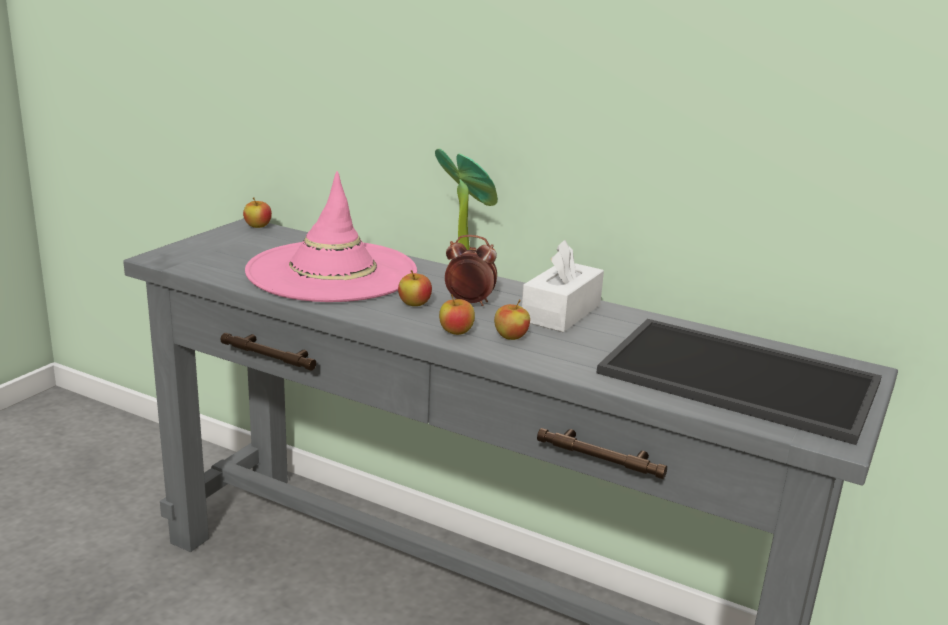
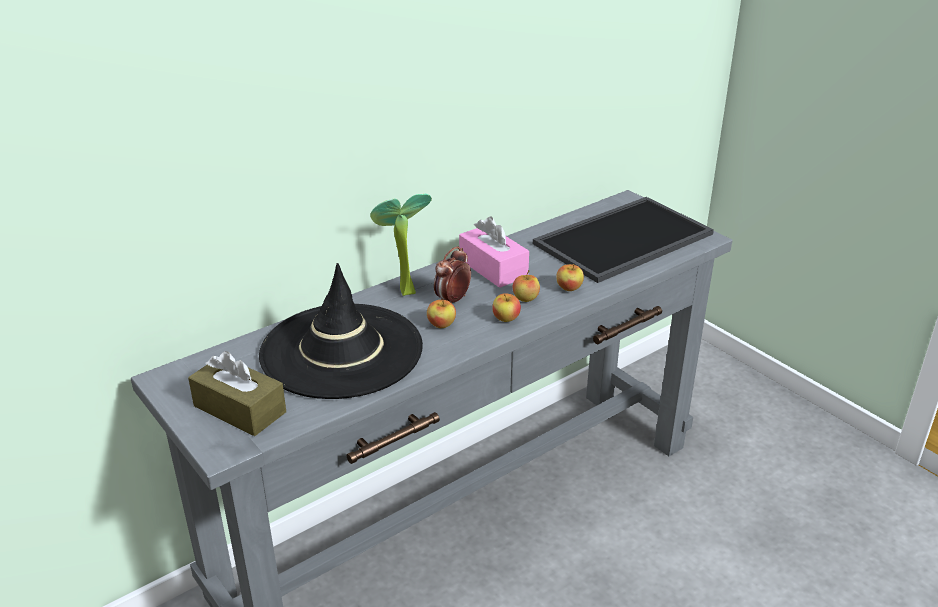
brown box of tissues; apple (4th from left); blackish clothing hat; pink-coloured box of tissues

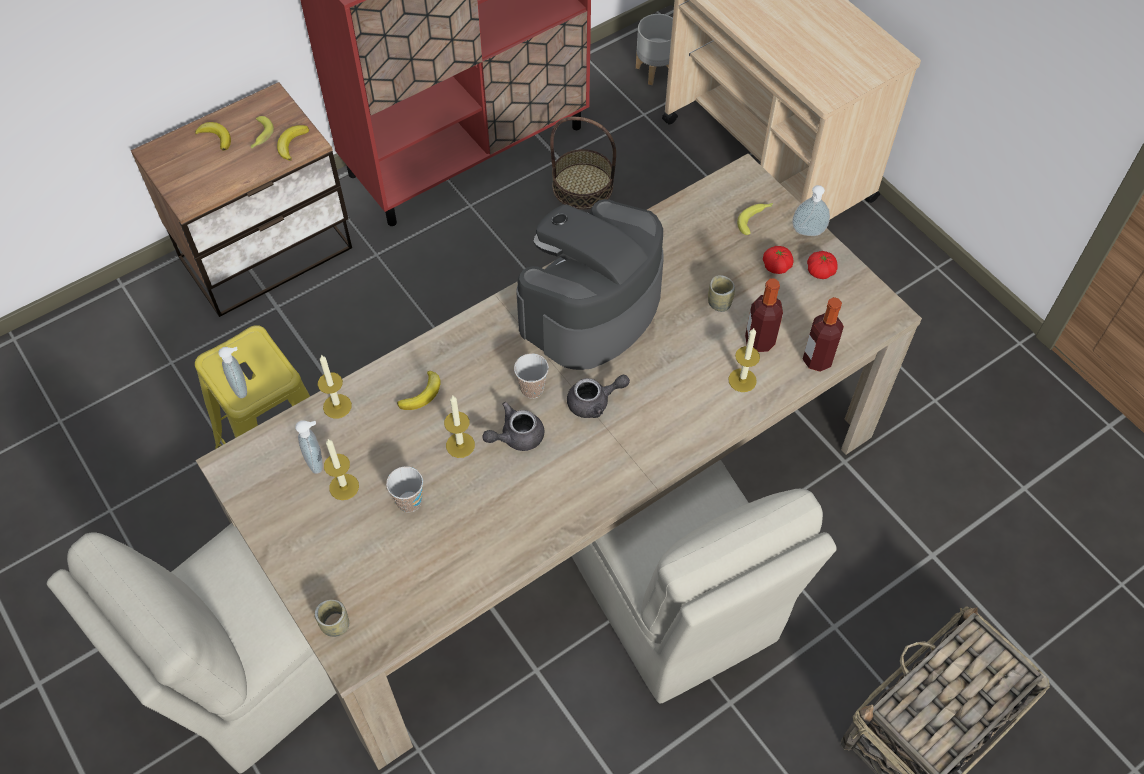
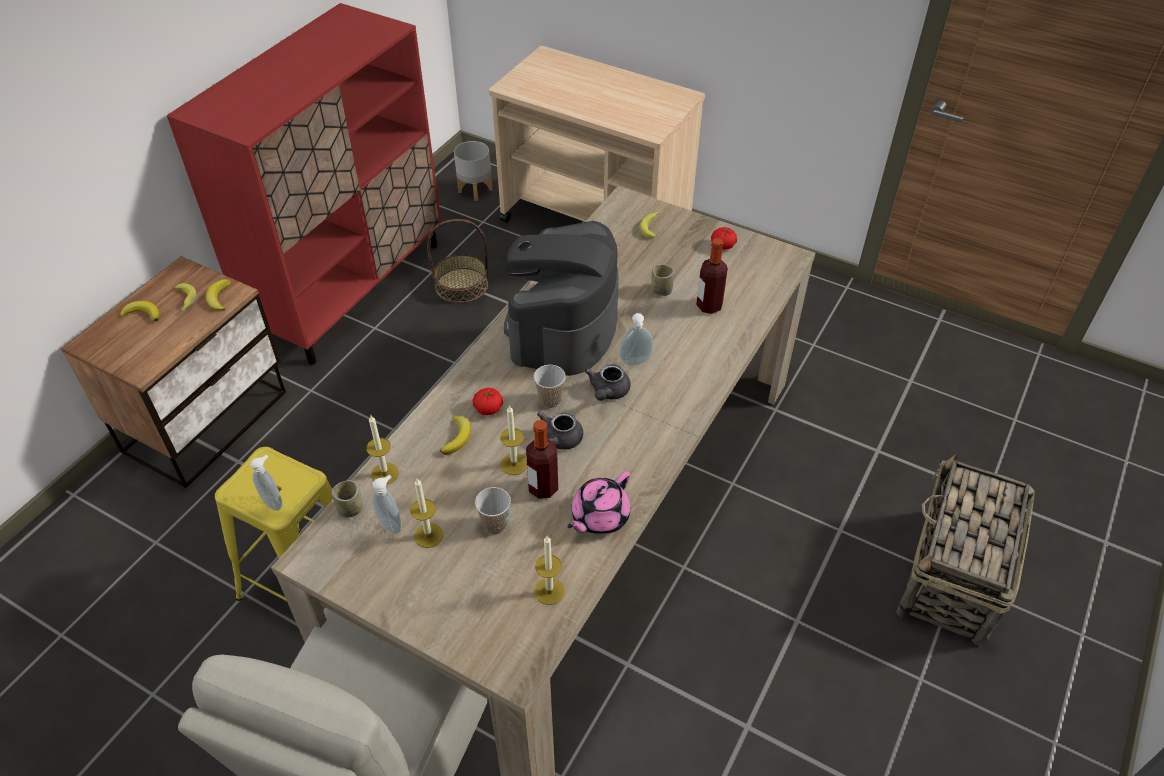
beige chair (2nd from left in the first image); pink-coloured teapot; drinking cup (1st from left); candle (4th from left); whole tomato (1st from left); liquid soap bottle (3rd from left); drink bottle (1st from left); greyish teapot (2nd from left)

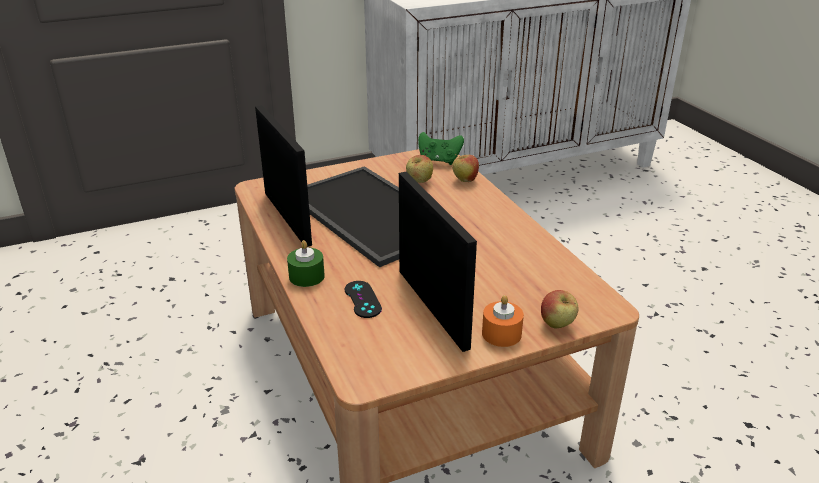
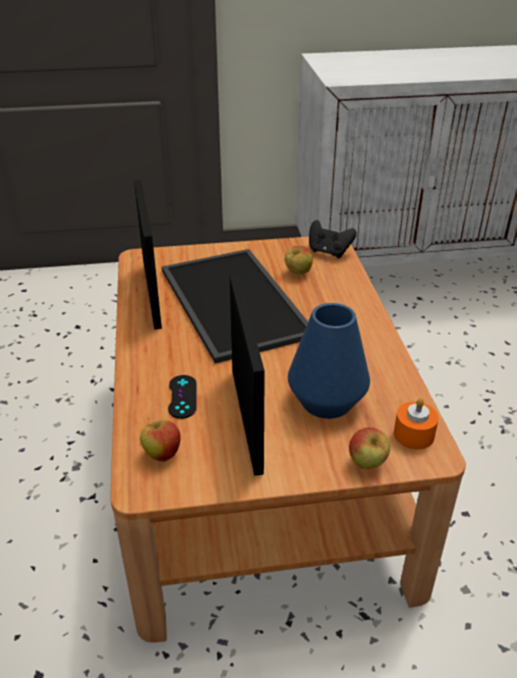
greenish candle; blue-coloured flower vase; apple (1st from left); orange candle; blackish joypad (2nd from left)

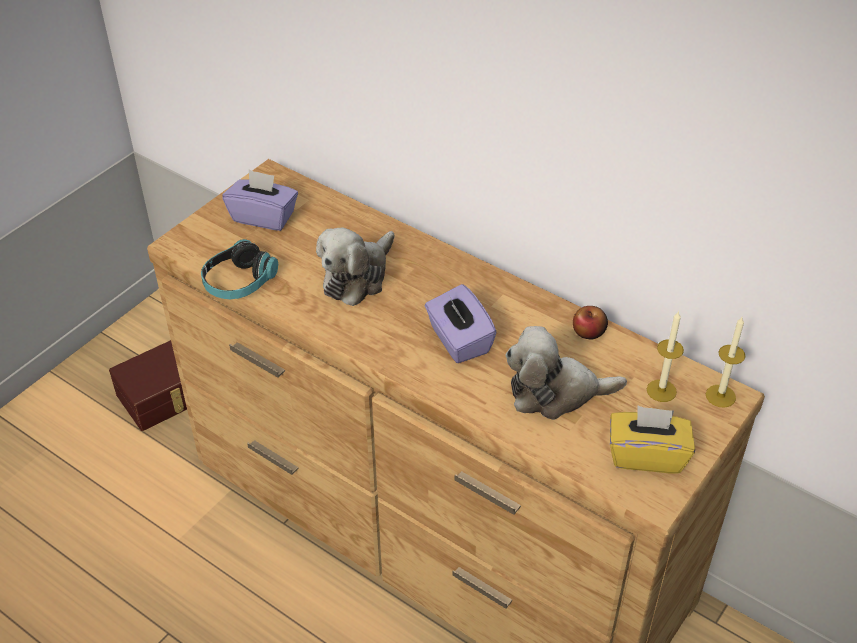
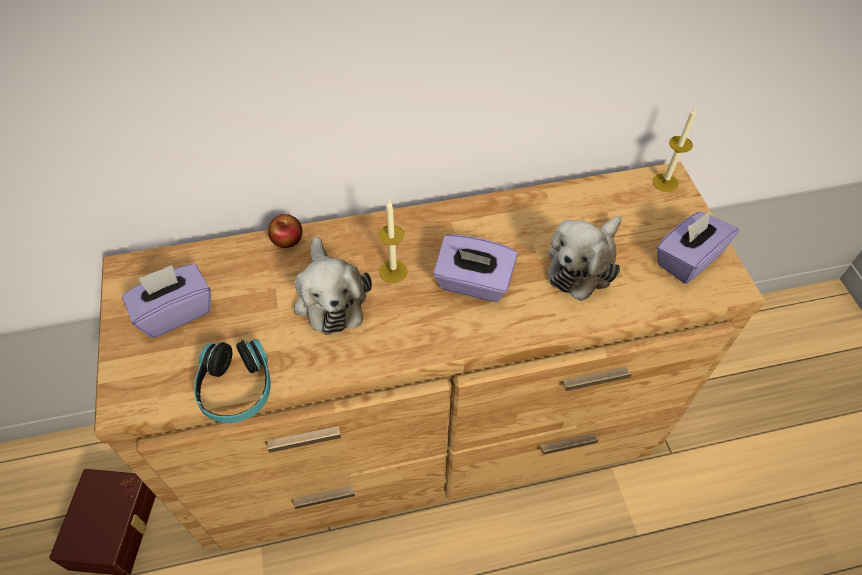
apple; candle (1st from left); purplish box of tissues (3rd from left)

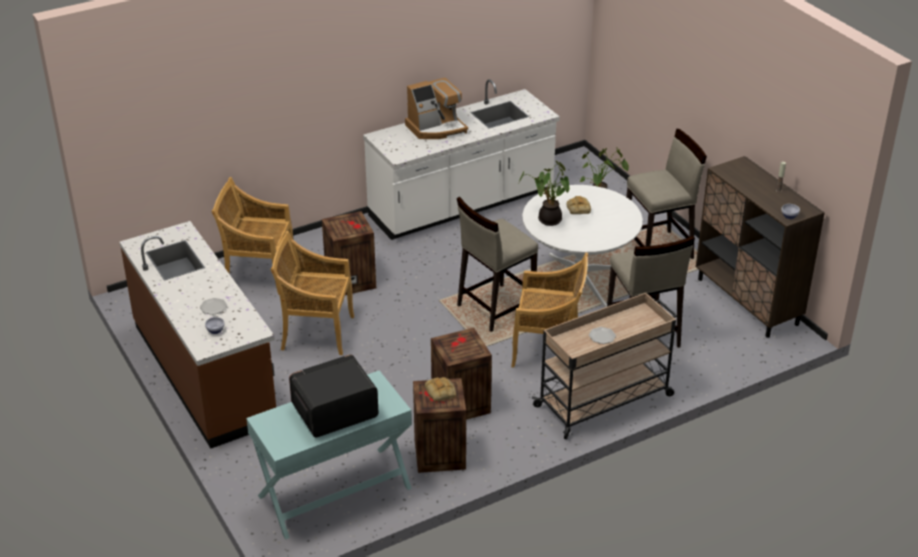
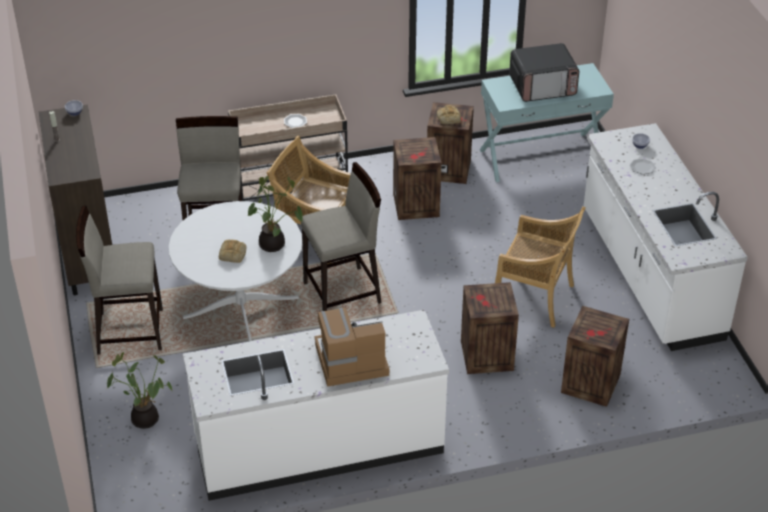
crate (4th from left); whitish counter (2nd from left)

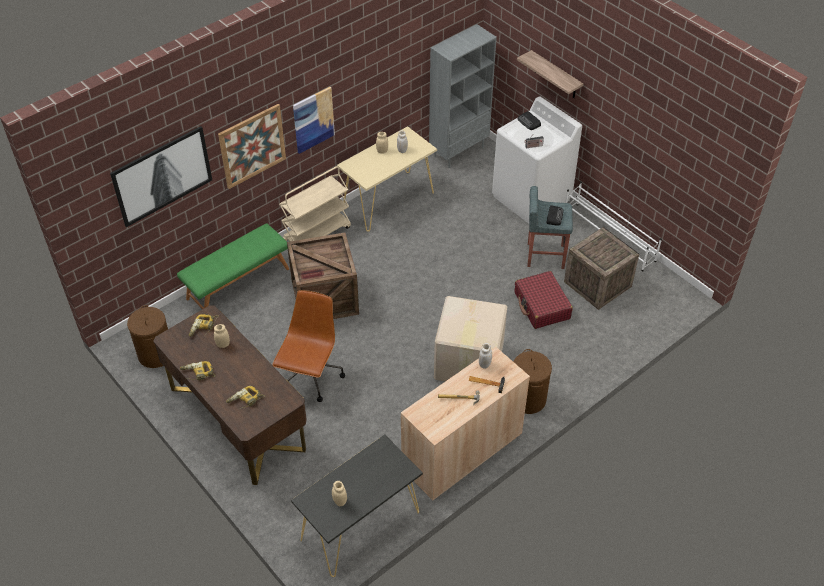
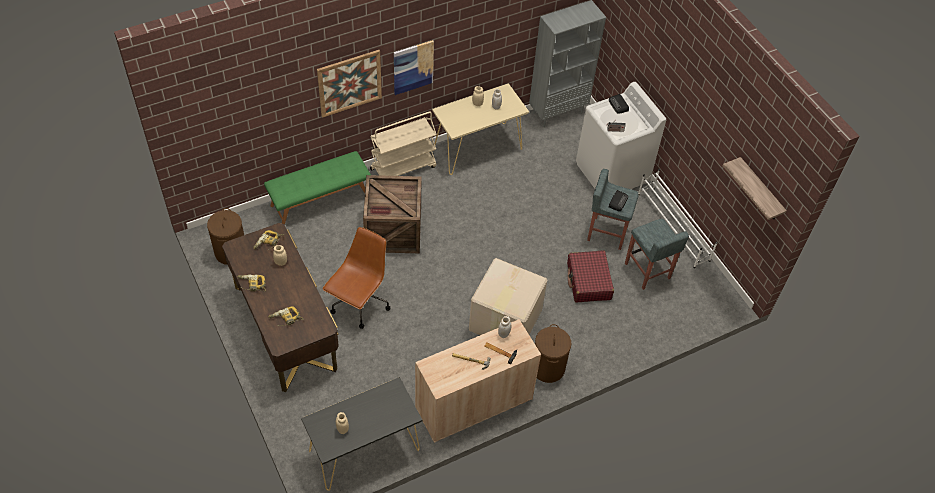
picture (1st from left in the first image); wall shelf; greyish stool (2nd from left)

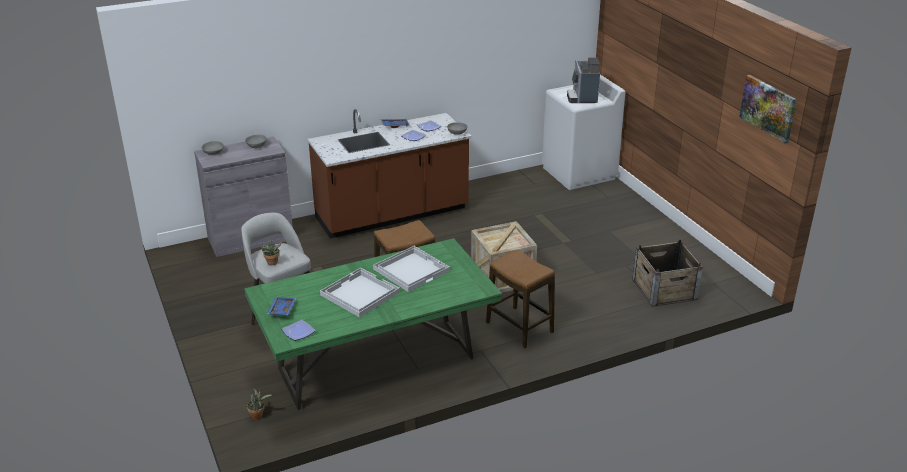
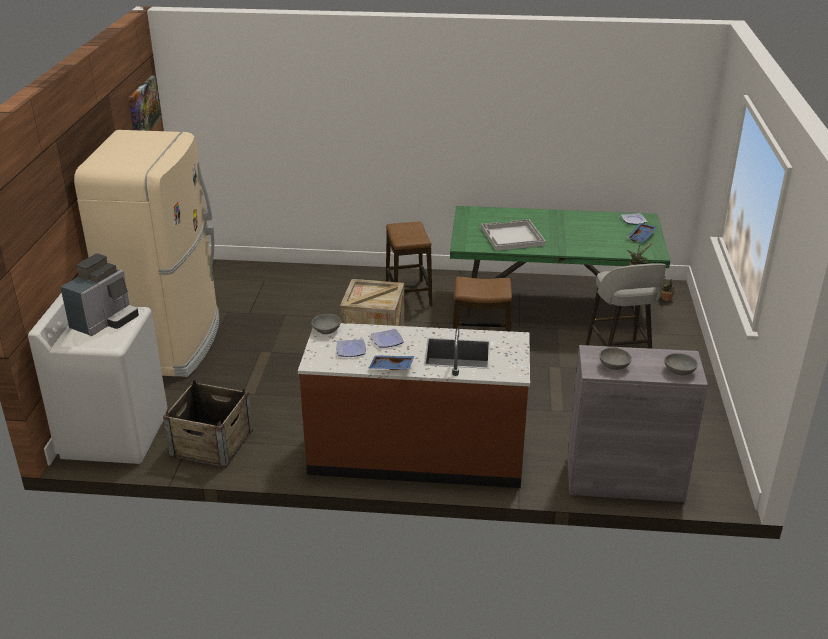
whitish tray (1st from left in the first image); beige fridge; crate (1st from left)

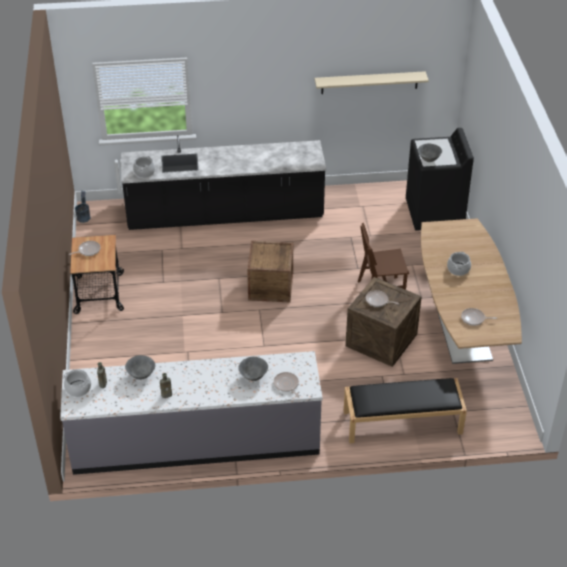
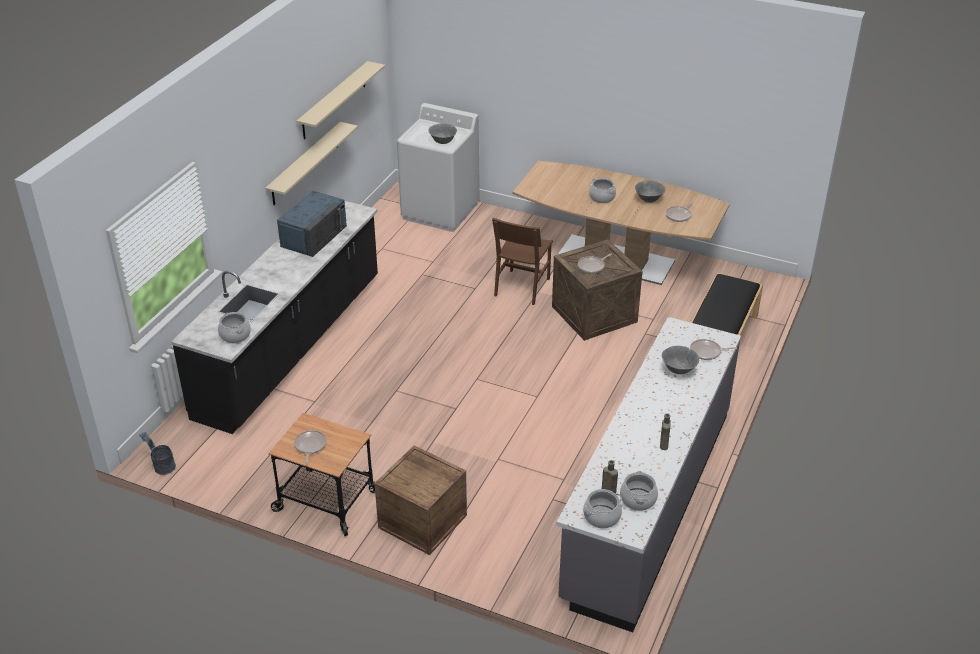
beige wall shelf (1st from left); blue-coloured kitchen microwave; cooking pot (4th from left); greyish deep dish (2nd from left); crate (1st from left); whitish laundry appliance

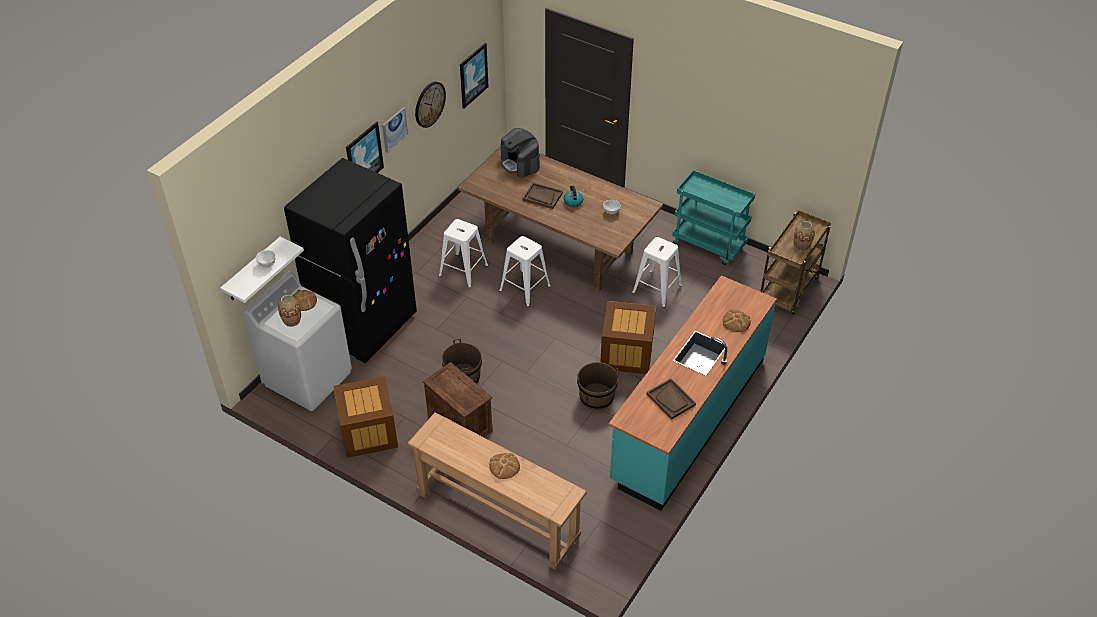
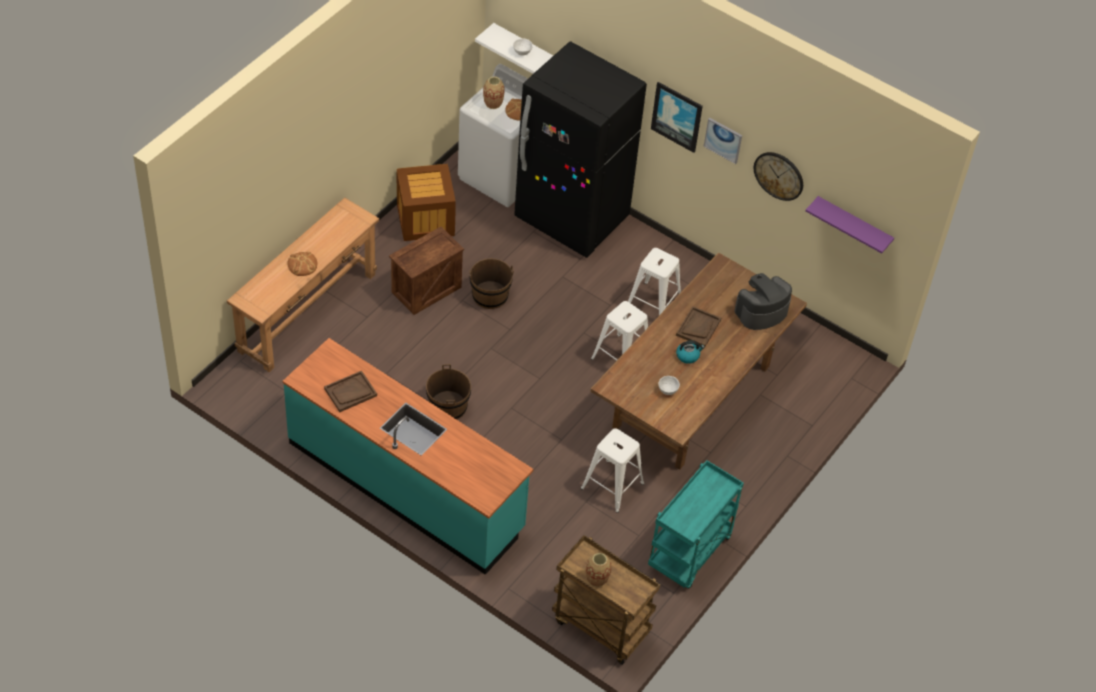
crate (3rd from left in the first image); baked bread (3rd from left in the first image); purplish wall shelf

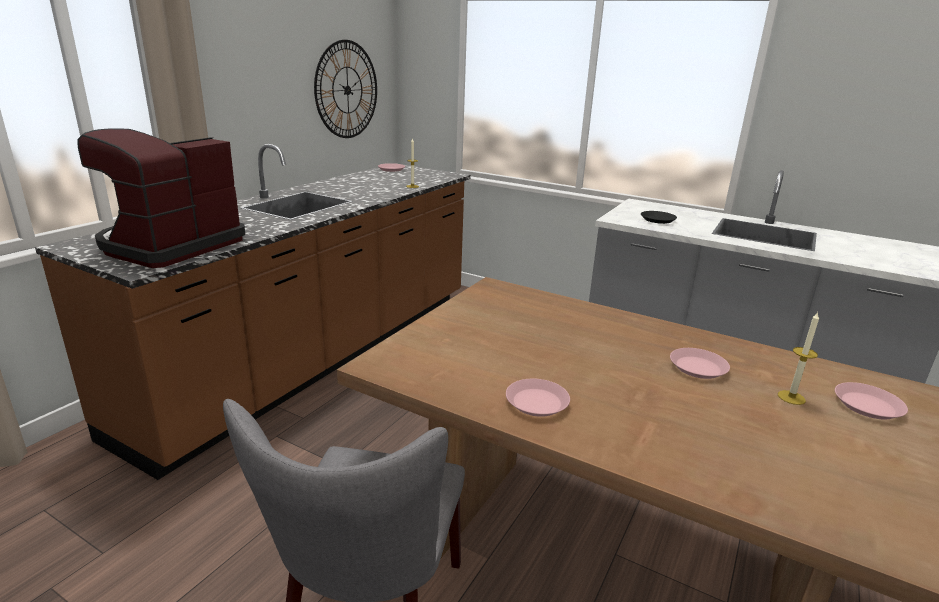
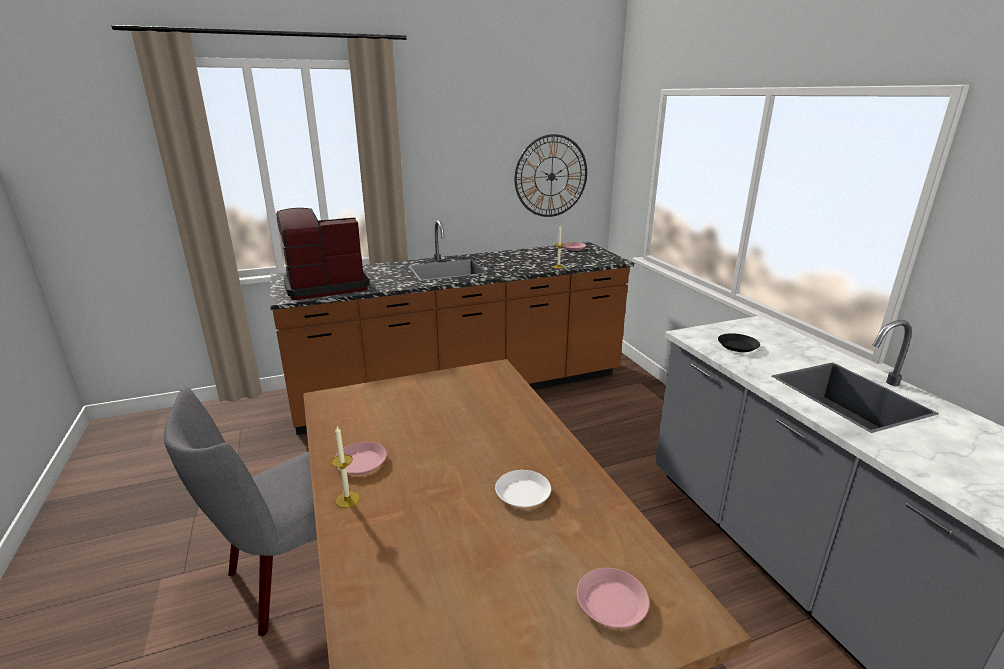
candle (1st from left); whitish plate

